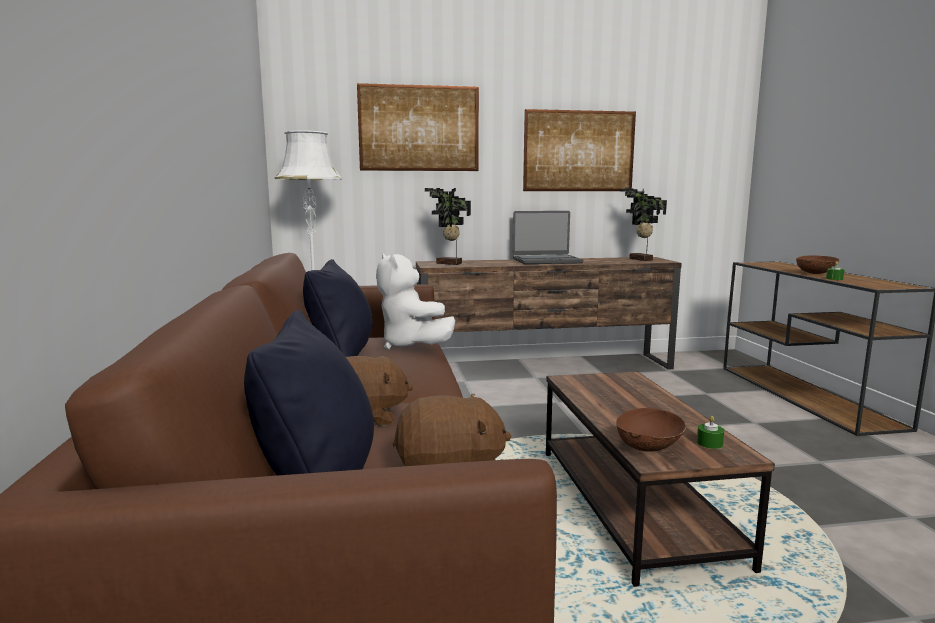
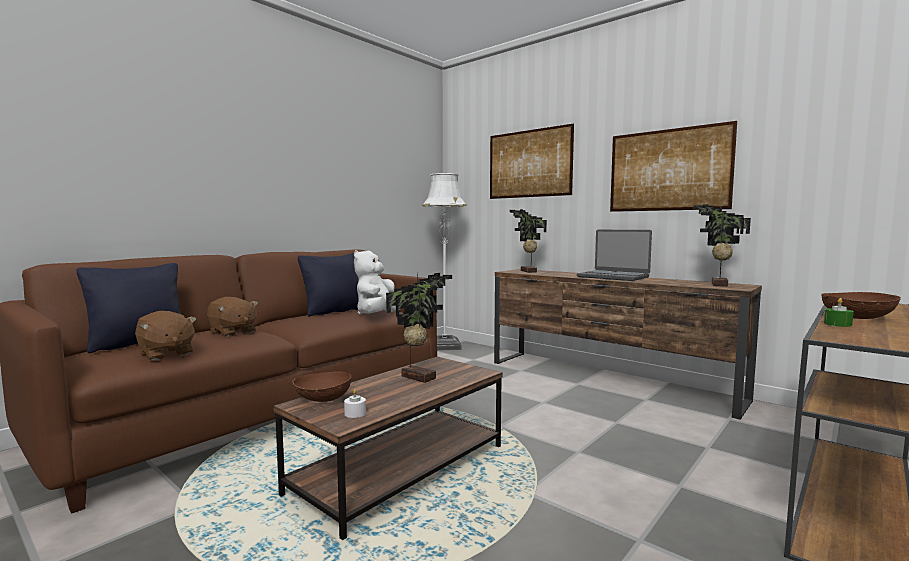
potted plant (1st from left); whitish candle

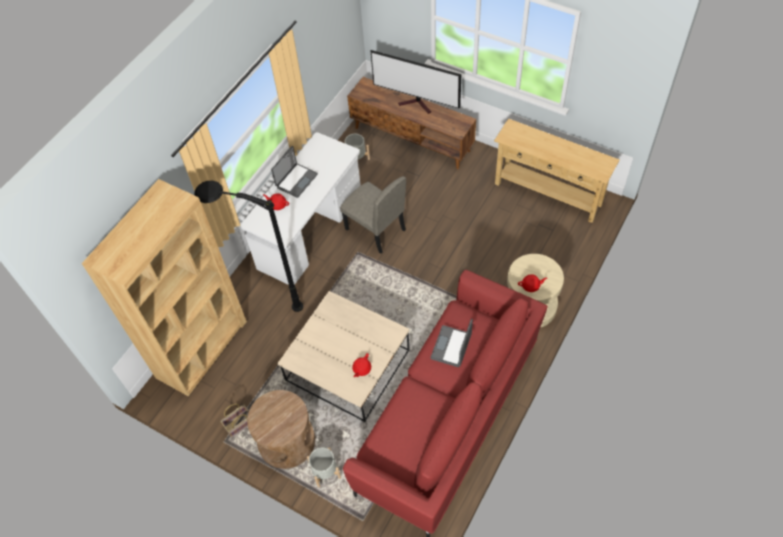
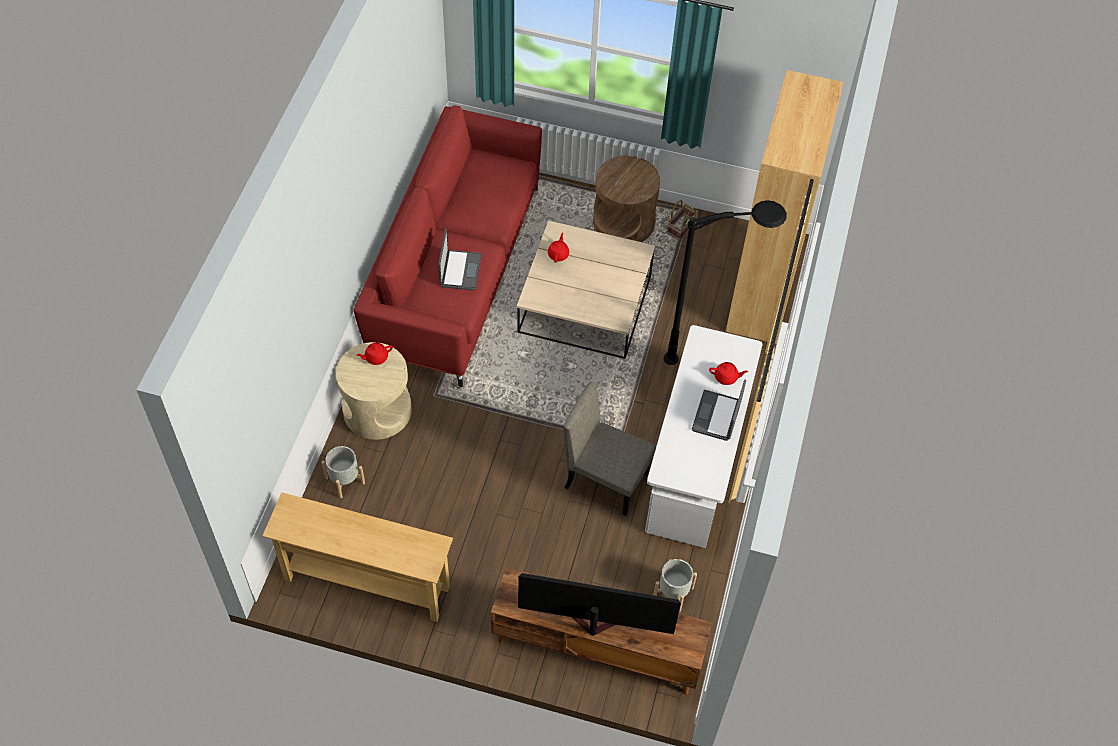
greyish plant pot (1st from left)

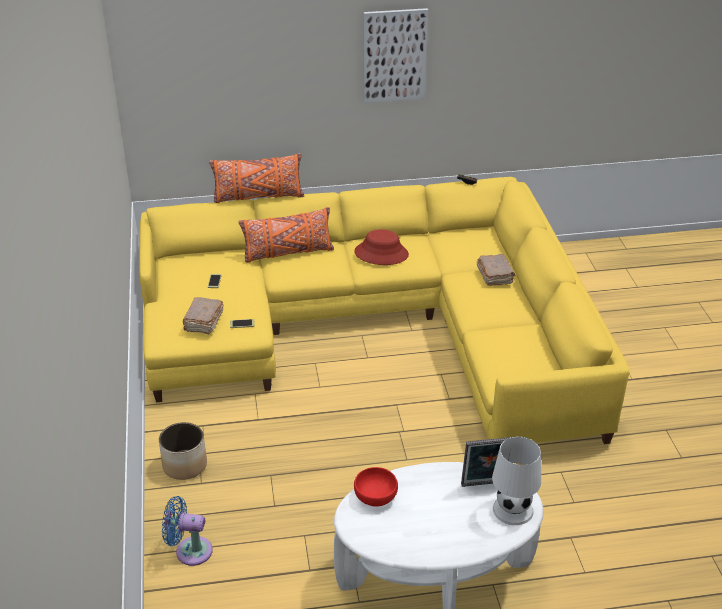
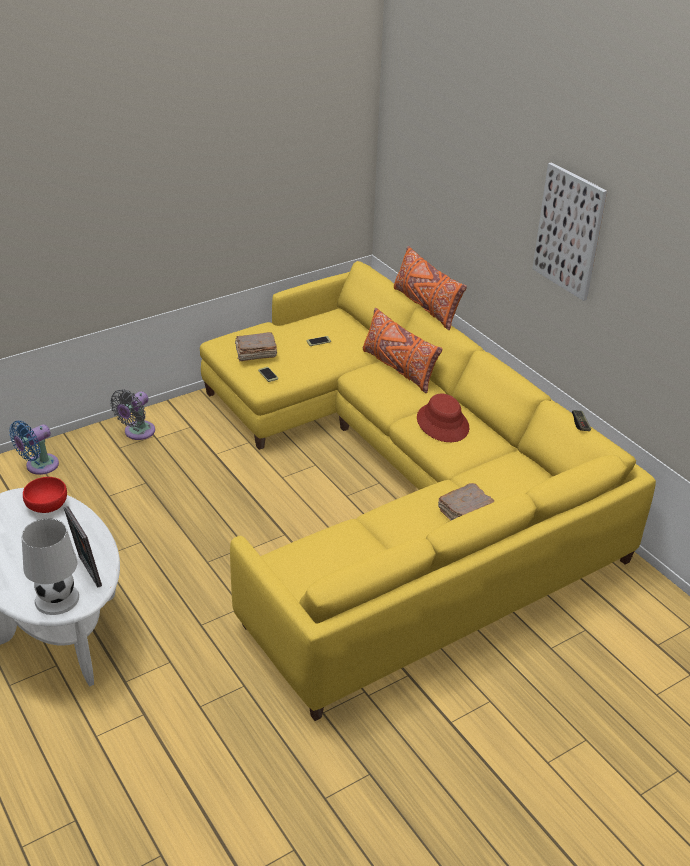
greyish cooling fan; blue-coloured cooling fan

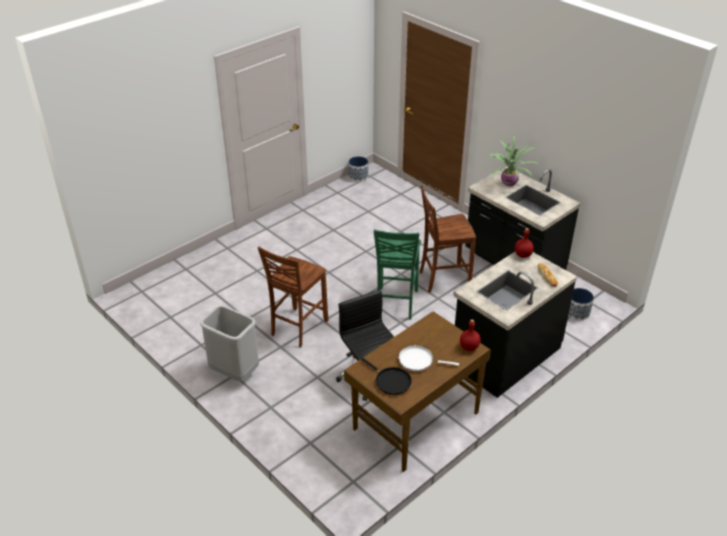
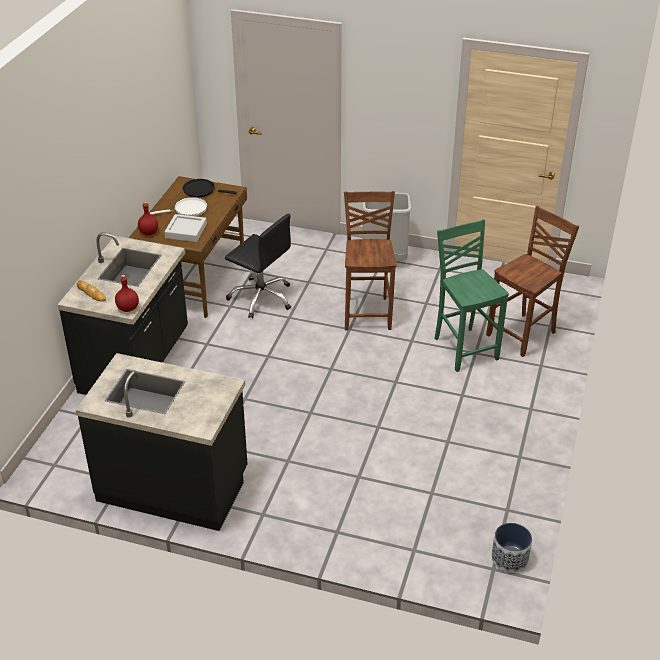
potted plant; plant pot (2nd from left in the first image); greyish tray; greenish chair; brown chair (2nd from left)

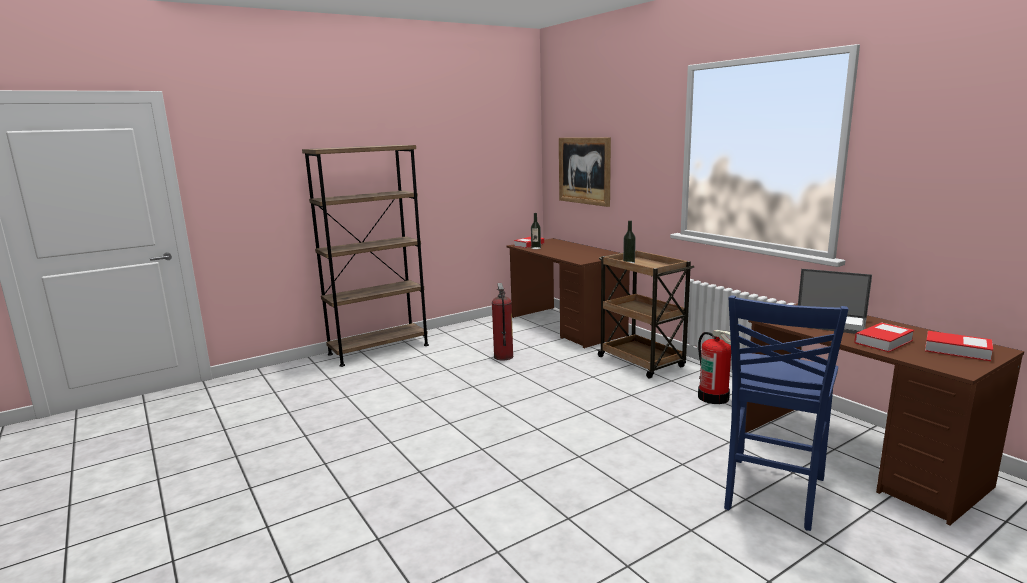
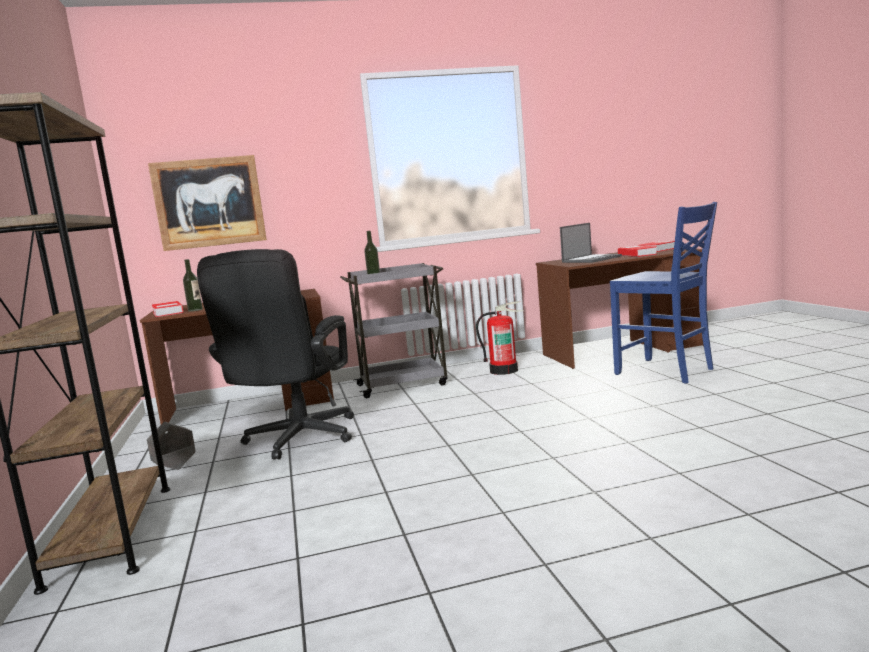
greyish plant pot; blackish computer chair; greyish wheeled cart

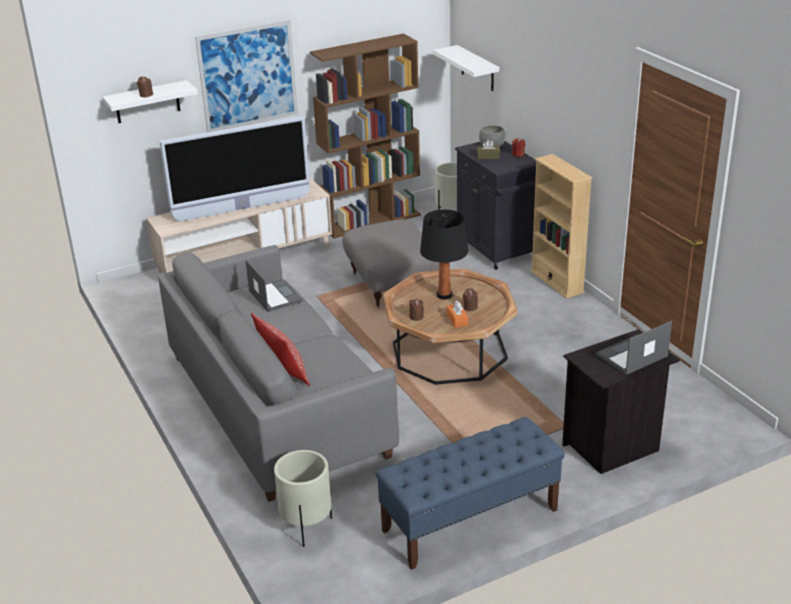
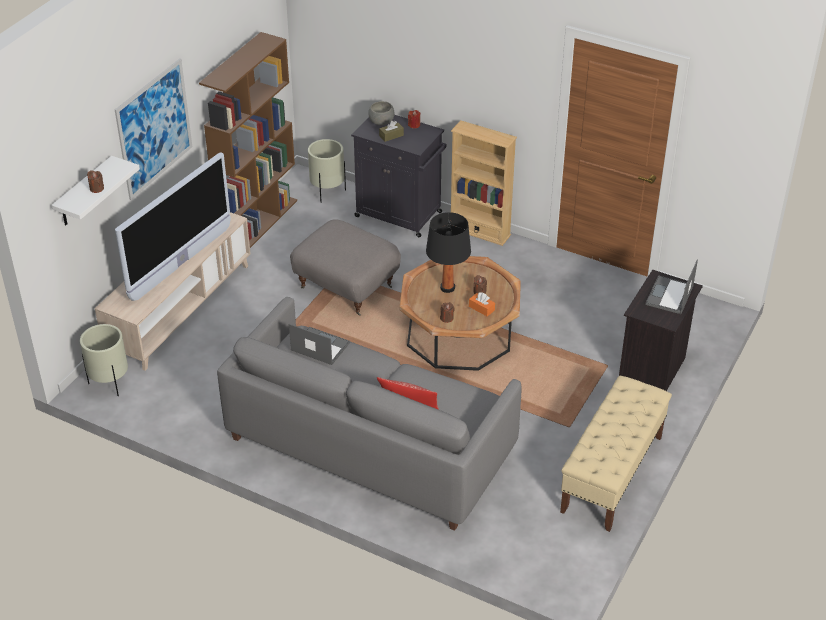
whitish wall shelf (2nd from left in the first image); beige plant pot (1st from left); beige bench

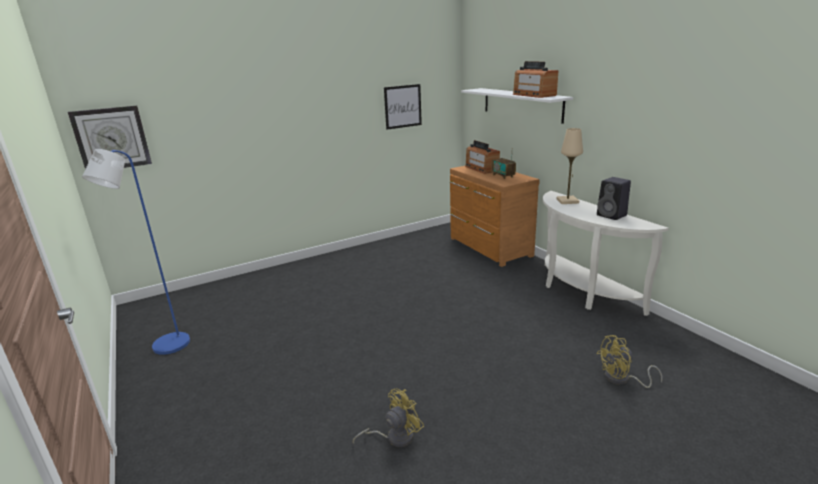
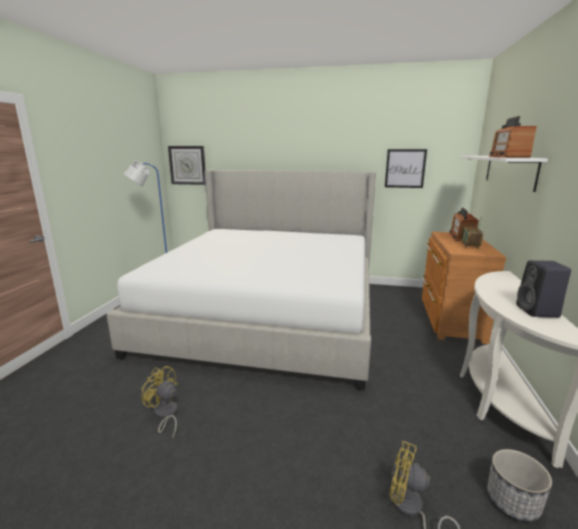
beige table lamp; bed; plant pot; yellowish cooling fan (1st from left)

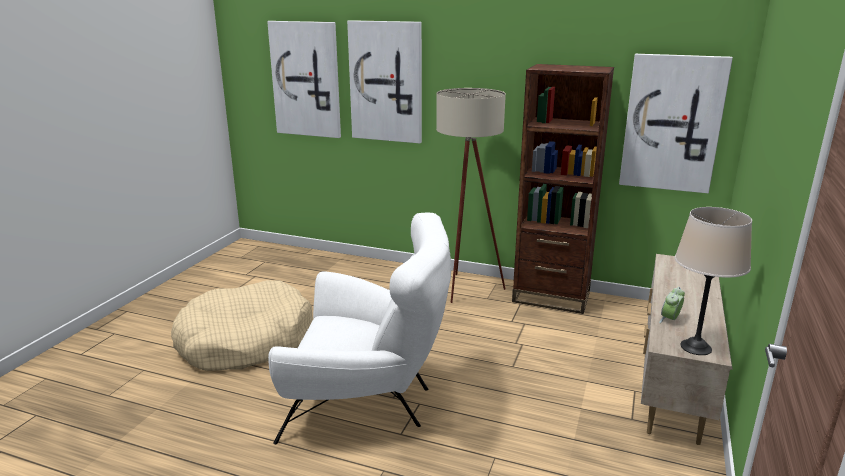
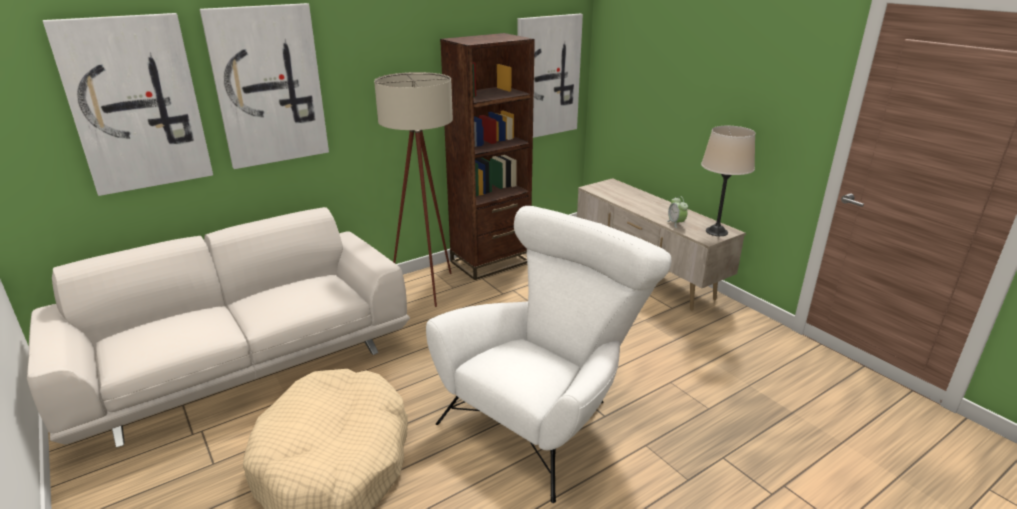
whitish sofa

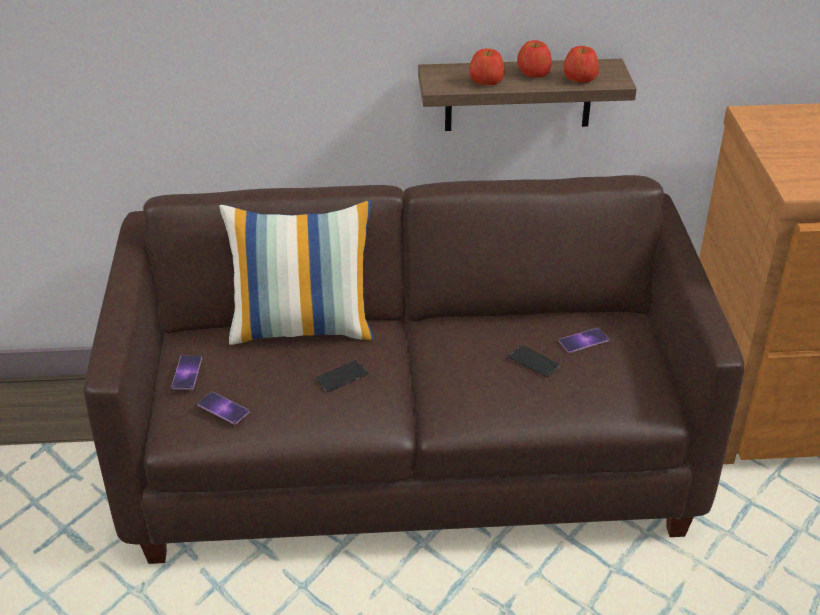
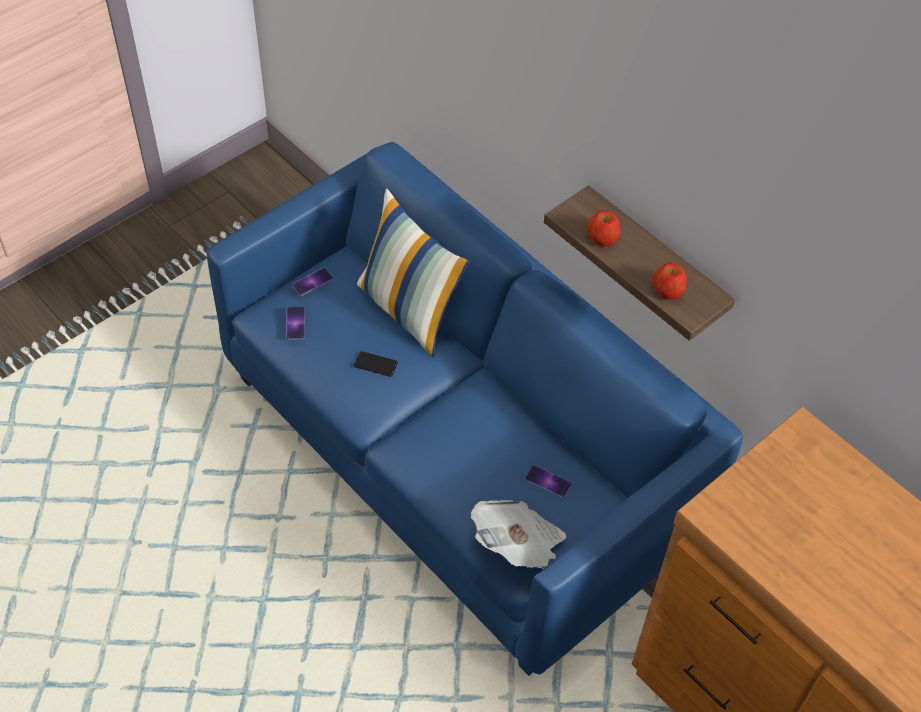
handset (4th from left in the first image); apple (2nd from left in the first image); newspaper; blue-coloured sofa

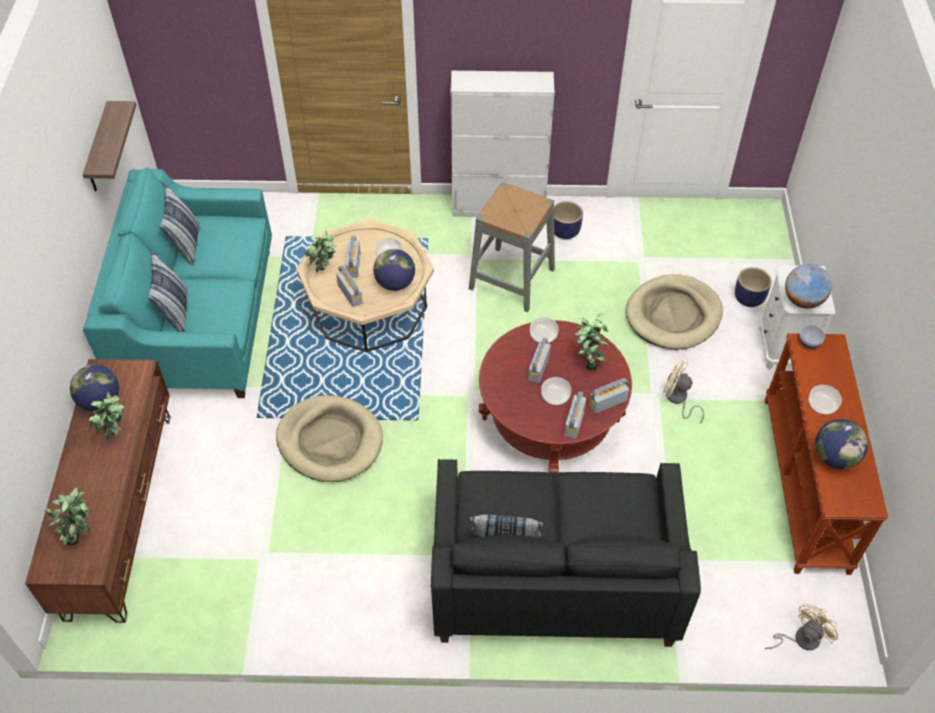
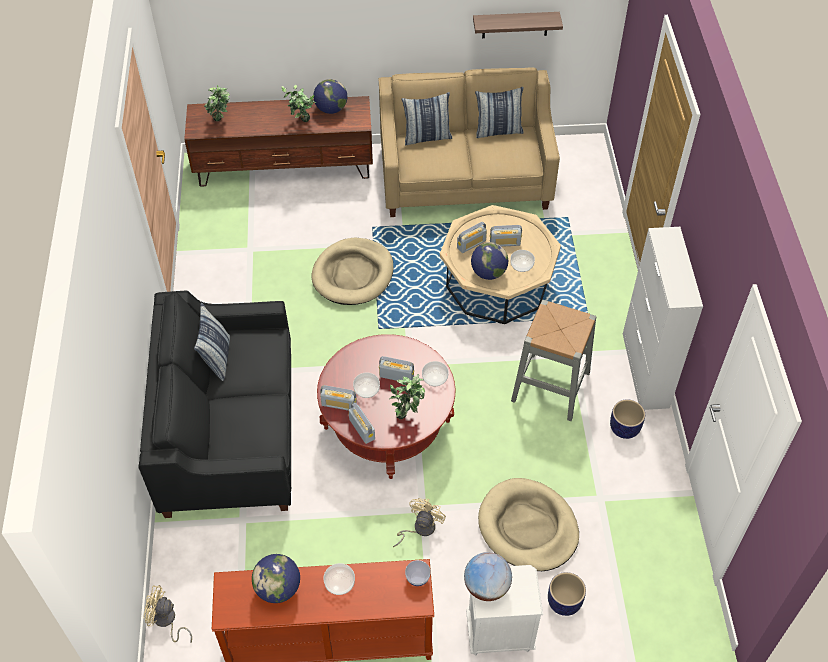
potted plant (3rd from left in the first image); beige sofa; beige cooling fan (1st from left)

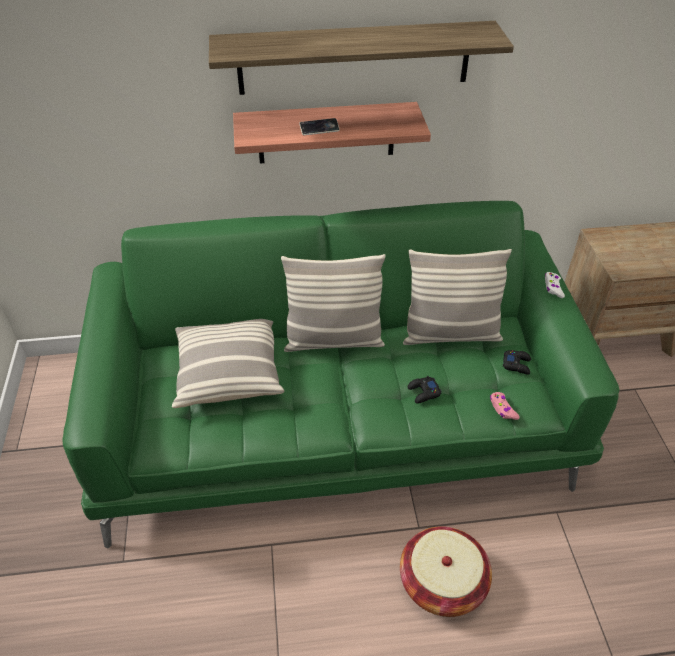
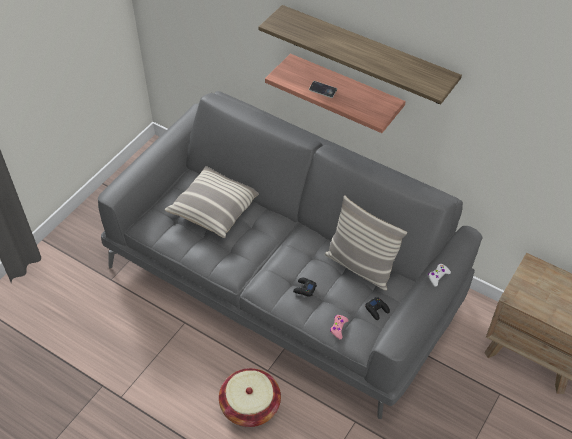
cushion (2nd from left in the first image); greyish sofa

